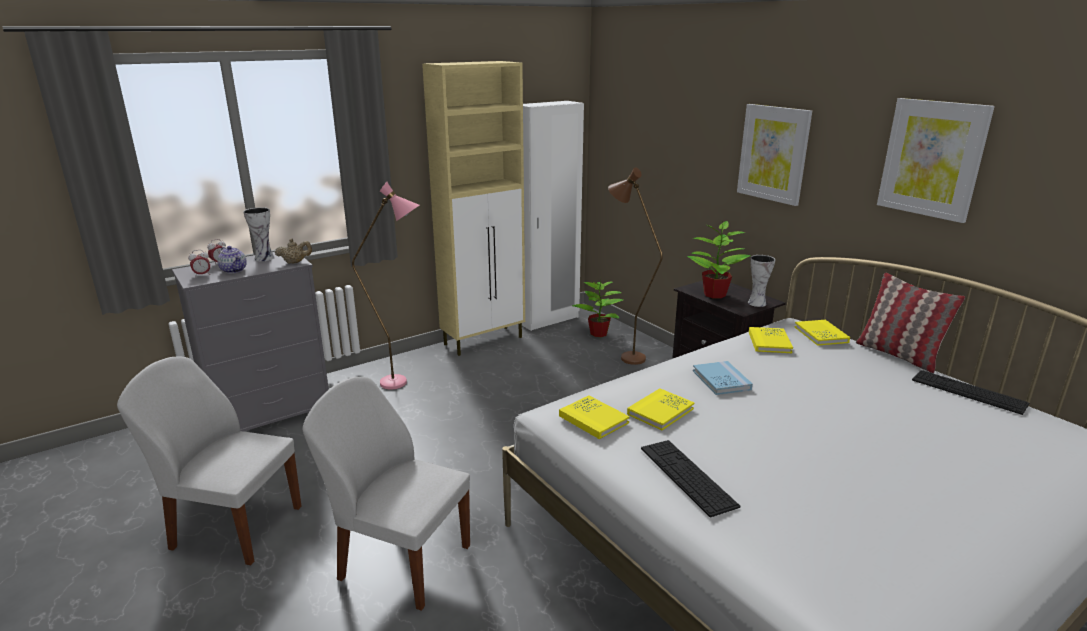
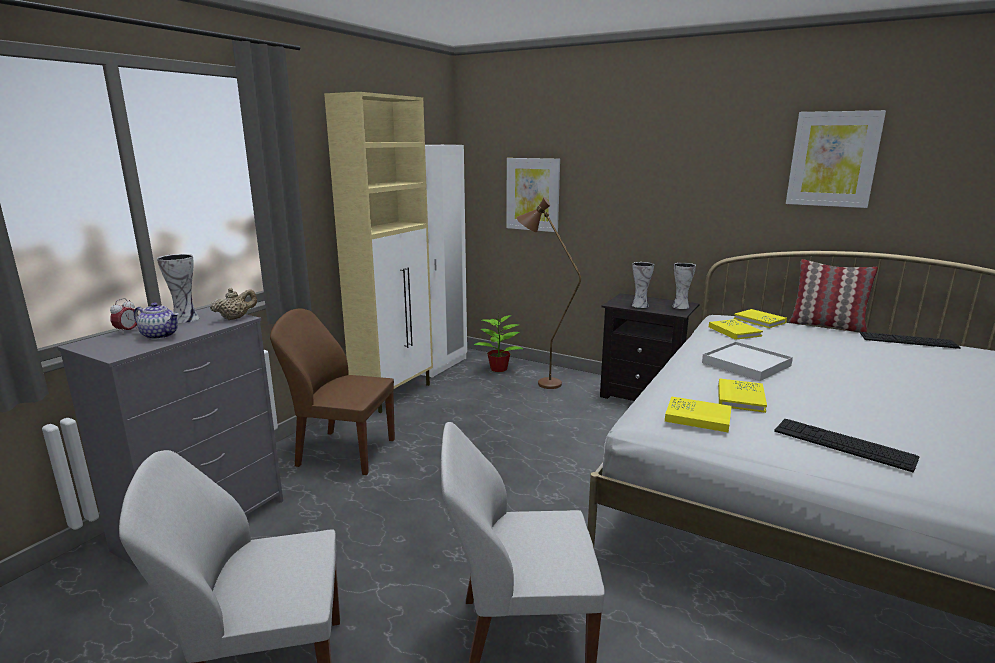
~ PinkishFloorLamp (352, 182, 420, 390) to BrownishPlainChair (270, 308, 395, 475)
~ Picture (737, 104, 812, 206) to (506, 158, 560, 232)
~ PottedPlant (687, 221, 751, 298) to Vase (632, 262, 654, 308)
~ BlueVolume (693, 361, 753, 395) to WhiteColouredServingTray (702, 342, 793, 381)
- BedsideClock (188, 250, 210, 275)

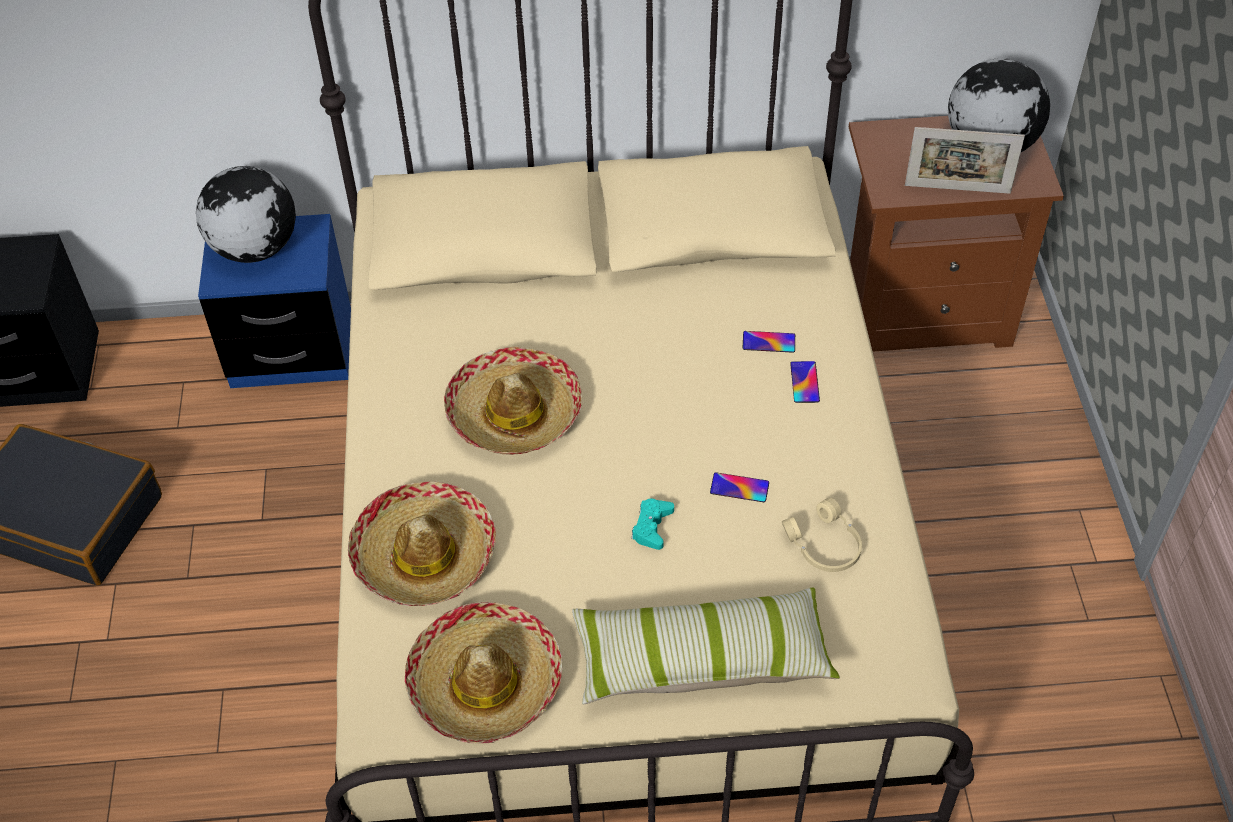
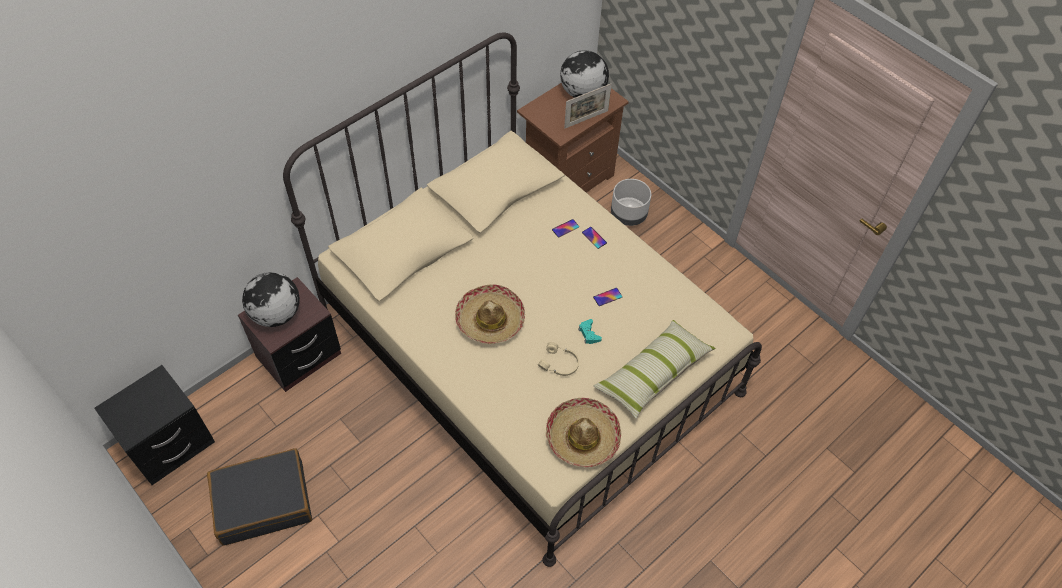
~ BlueNightstand (198, 214, 351, 388) to BrownishNightstand (238, 277, 341, 392)
~ SandColouredPairOfHeadphones (782, 498, 862, 572) to (538, 342, 579, 376)
+ GreyFlowerPot (611, 179, 651, 226)
- ClothingHat (348, 482, 496, 606)

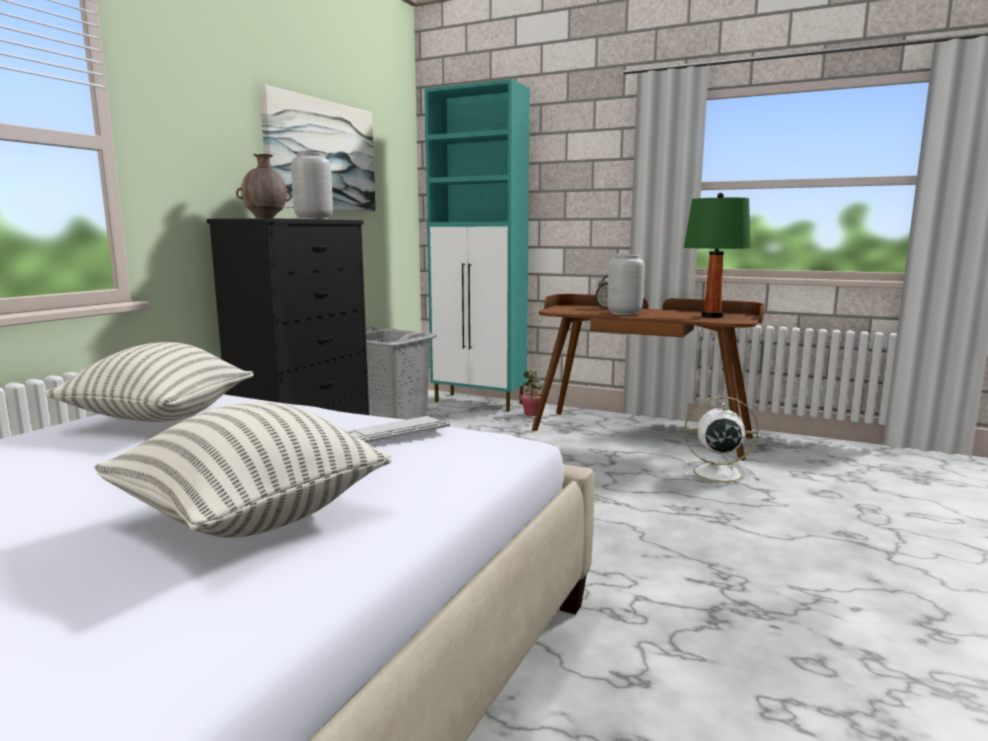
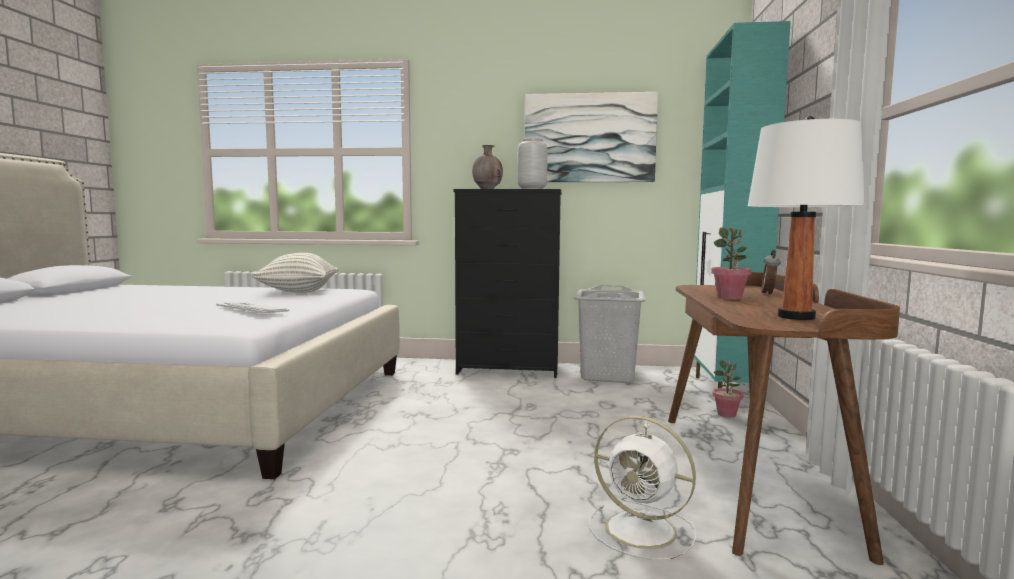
~ WhiteColouredCoolingFan (681, 396, 759, 486) = (589, 416, 696, 560) 135 degrees clockwise
~ GreyVase (607, 254, 644, 315) to PottedPlant (711, 227, 751, 300)
~ GreenColouredTableLamp (684, 193, 751, 318) to WhiteColouredTableLamp (748, 116, 865, 320)
- Cushion (94, 403, 392, 538)

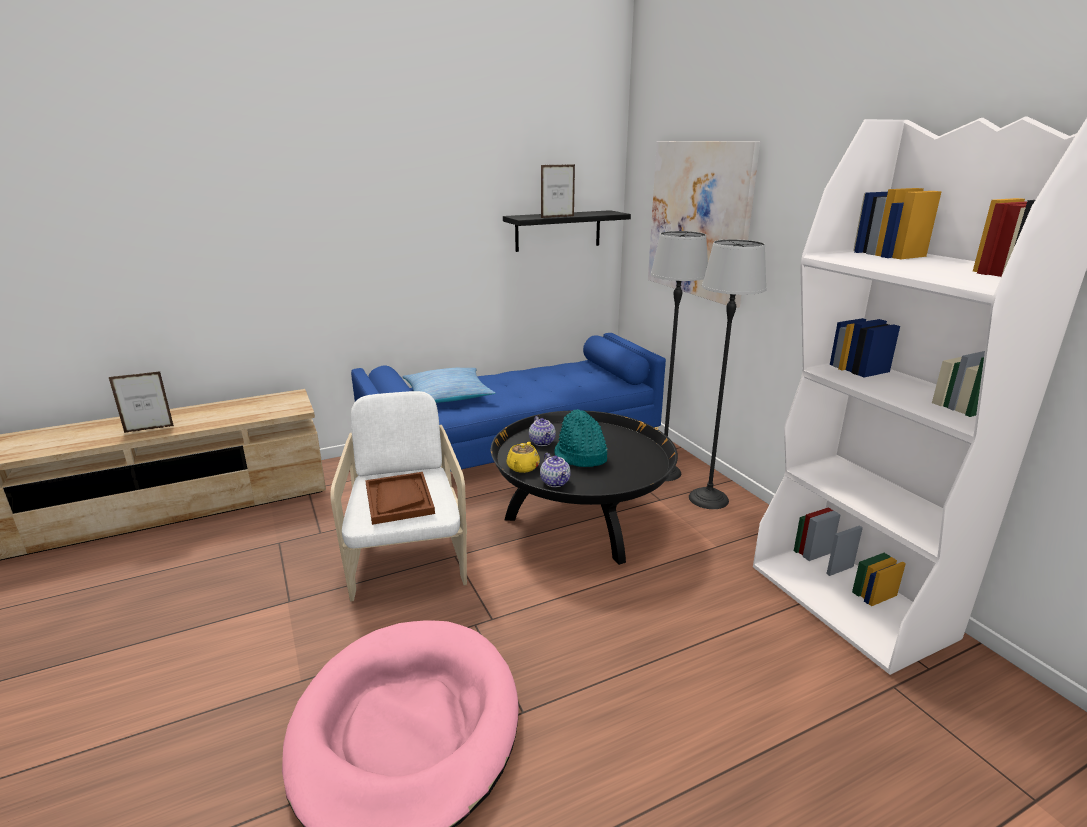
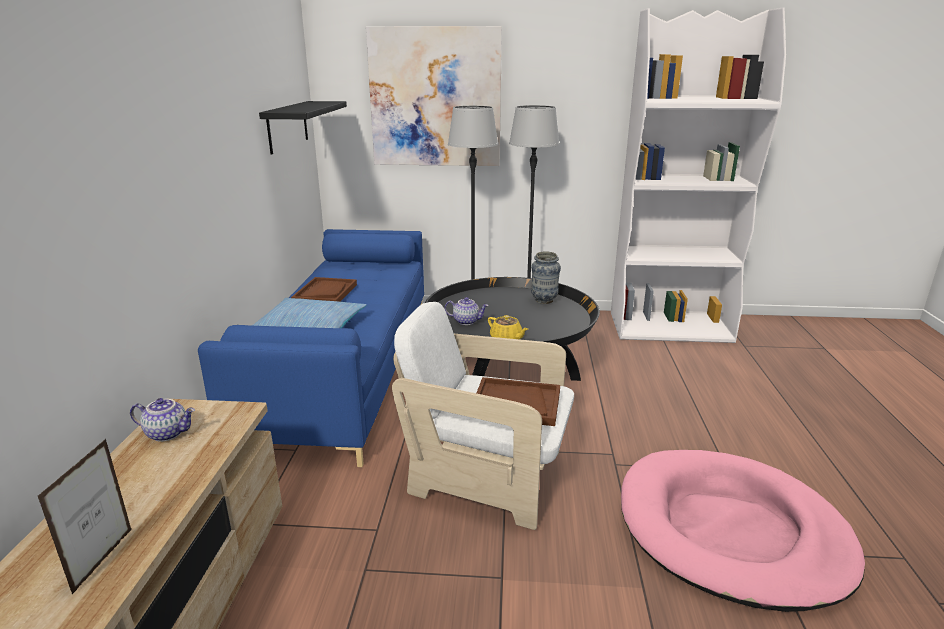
~ Teapot (540, 453, 571, 487) to (130, 398, 195, 442)
+ BrownishServingTray (291, 277, 357, 302)
+ Vase (531, 251, 561, 304)
- StandingFrame (541, 164, 575, 218)
- BlueGreenClothingHat (554, 409, 608, 467)

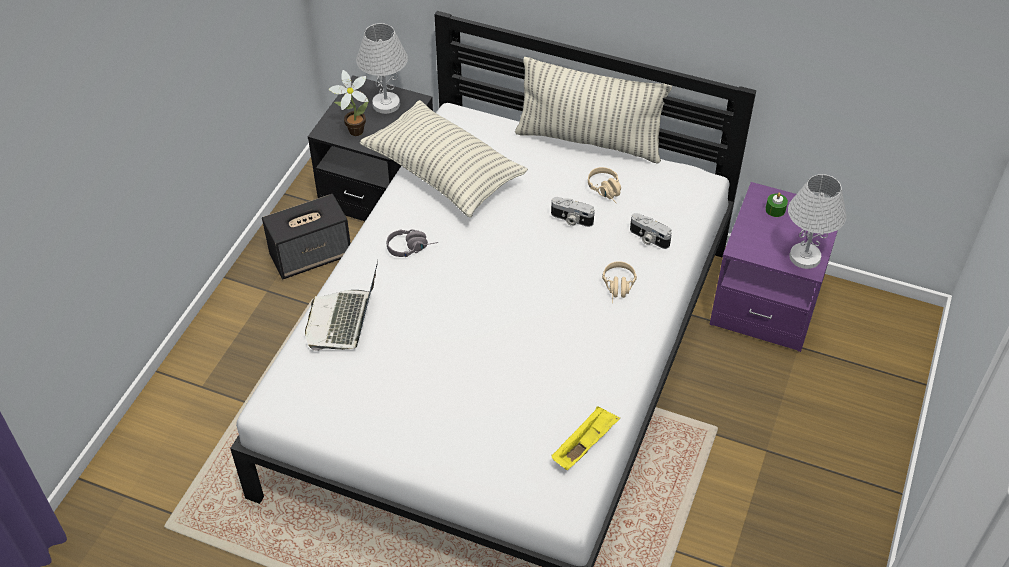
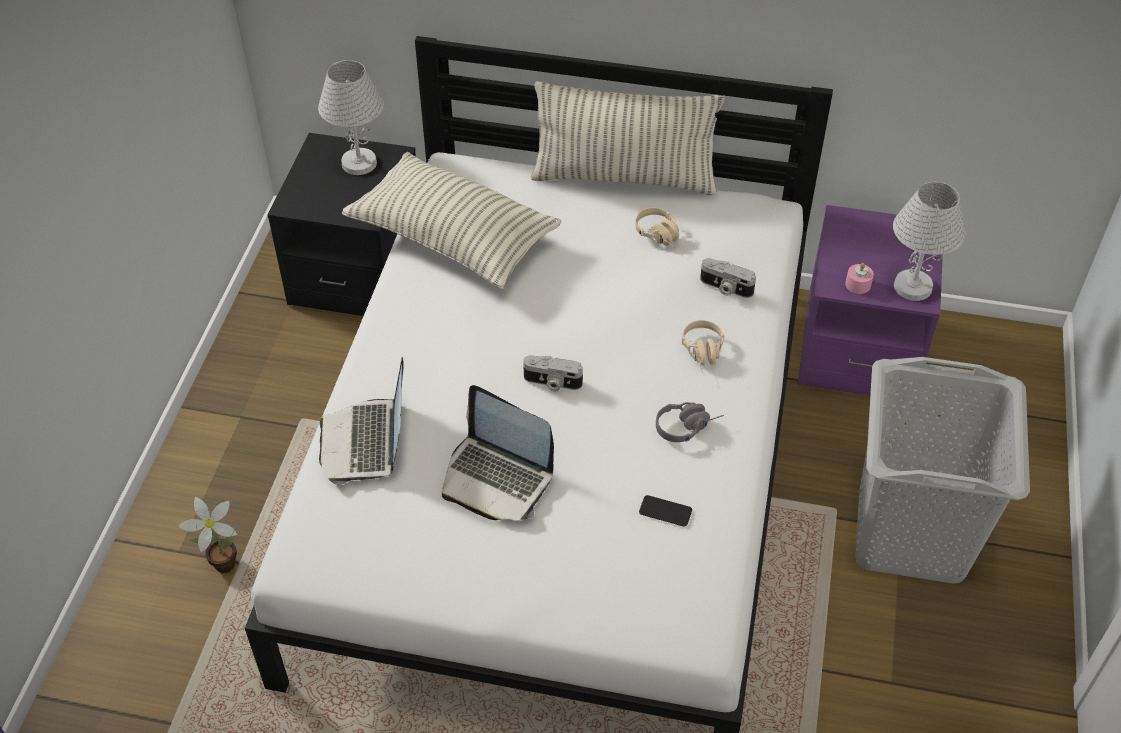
~ PottedPlant (329, 70, 369, 136) to (178, 497, 238, 573)
+ Laptop (442, 385, 554, 520)
~ PhotoCamera (551, 197, 595, 227) to (523, 355, 583, 391)
+ Phone (639, 495, 692, 527)
~ GreyPairOfHeadphones (387, 229, 438, 257) to (656, 402, 724, 442)
+ PinkishWaxCandle (845, 263, 874, 294)
+ GreyHamper (855, 357, 1030, 583)
- Loudspeaker (262, 194, 351, 279)
- YellowServingTray (552, 406, 620, 470)
- GreenColouredWaxCandle (765, 193, 788, 217)

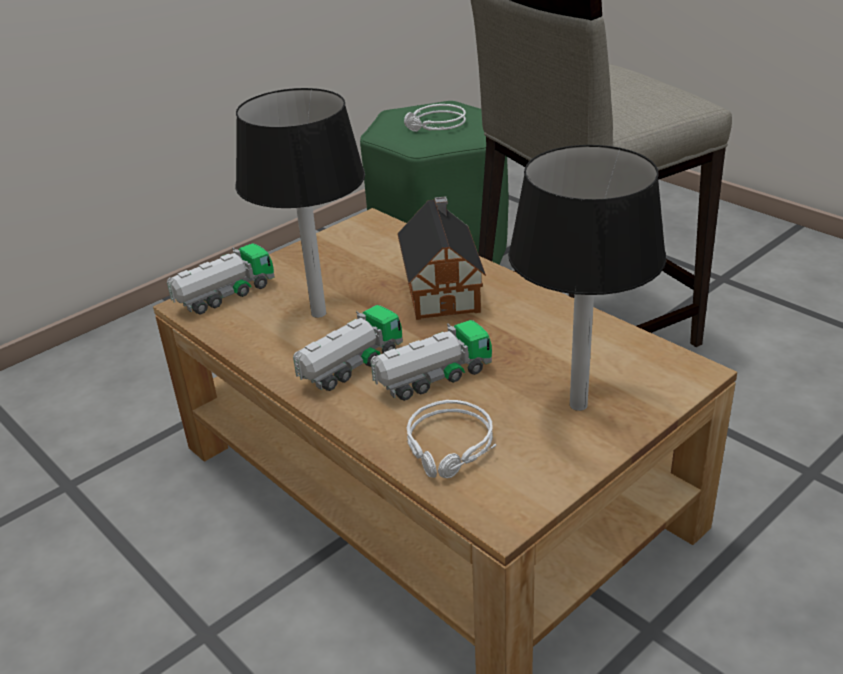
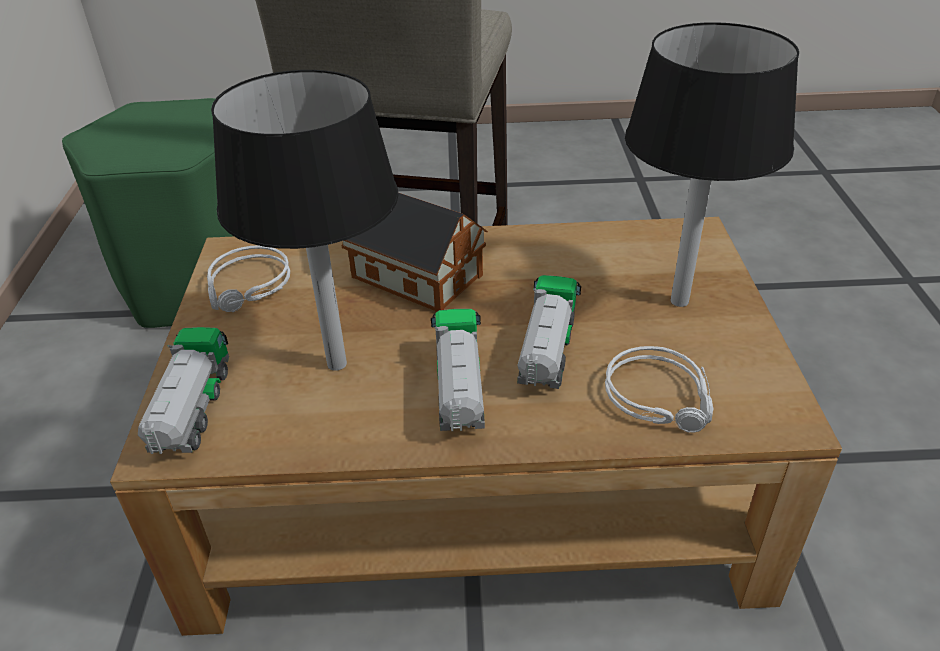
~ GreyPairOfHeadphones (404, 104, 466, 132) to (207, 245, 290, 312)

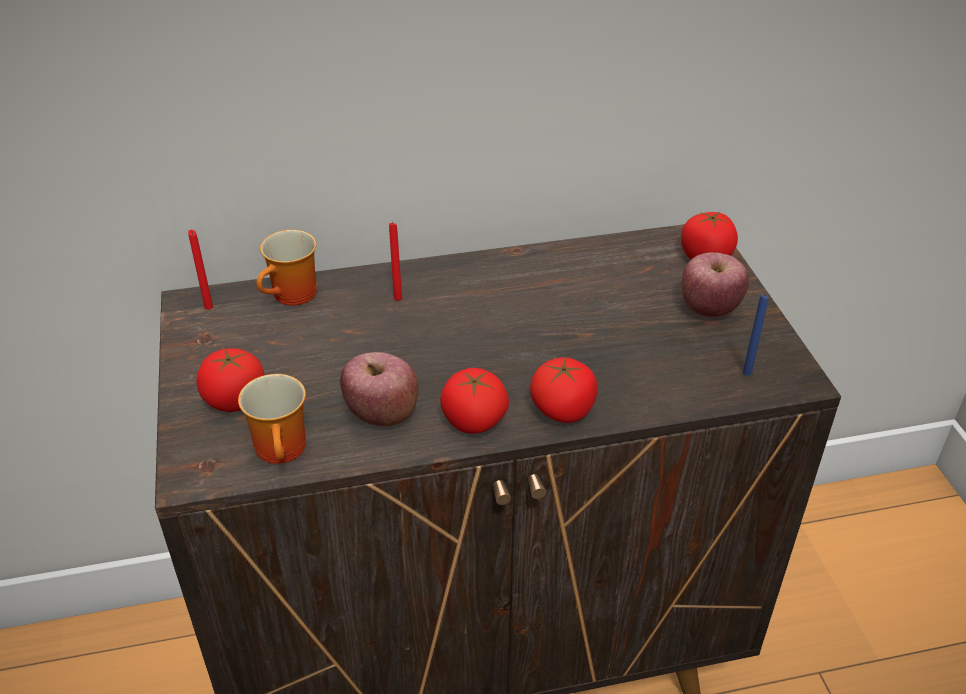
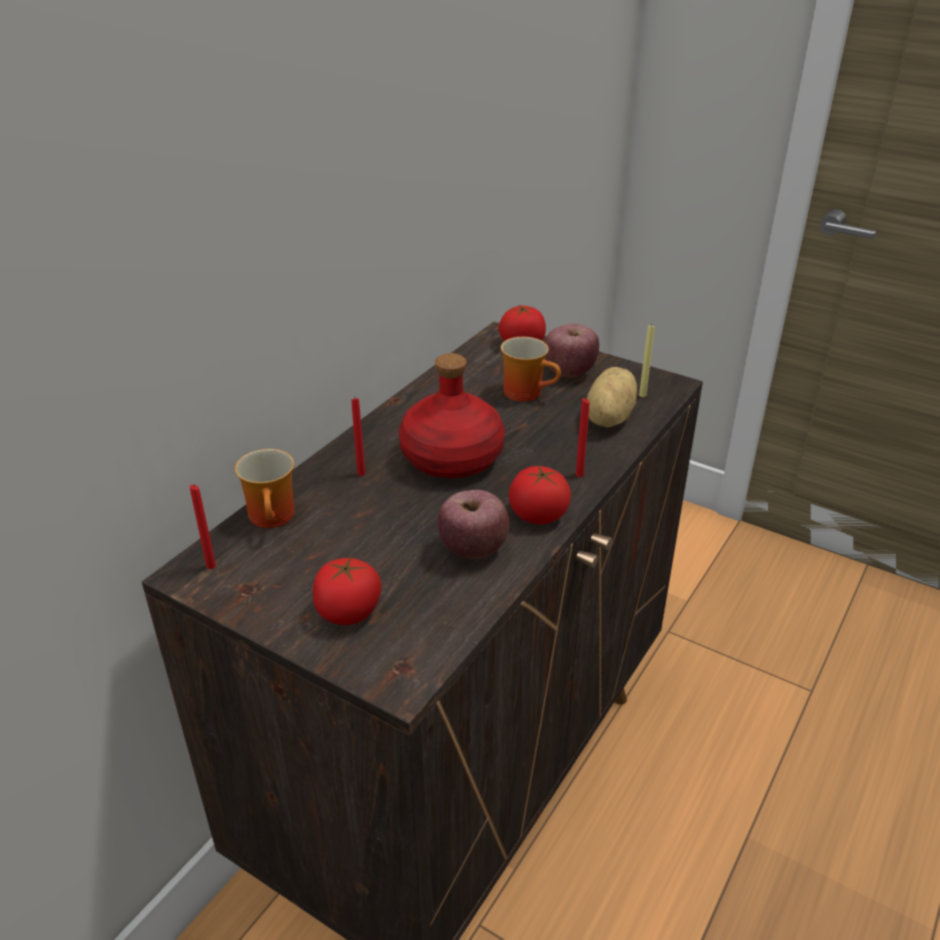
+ RedBeverageBottle (399, 353, 505, 478)
~ Mug (238, 374, 306, 464) to (501, 337, 561, 402)
~ WholeTomato (530, 357, 598, 423) to RedWaxCandle (576, 398, 589, 477)
+ Spud (587, 367, 637, 428)
~ BlueWaxCandle (743, 294, 769, 376) to YellowWaxCandle (639, 324, 654, 397)

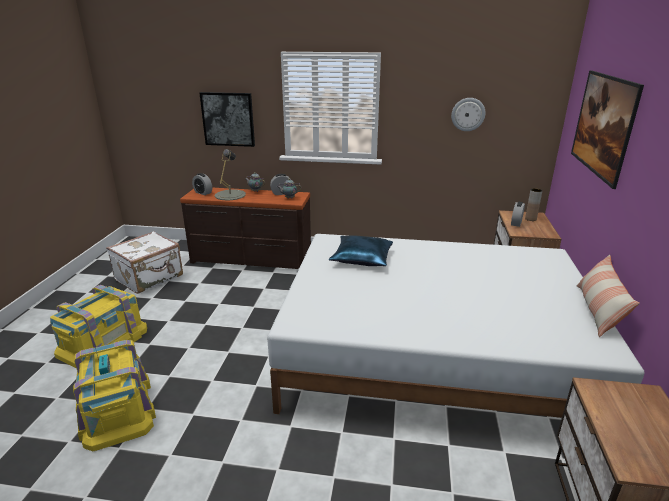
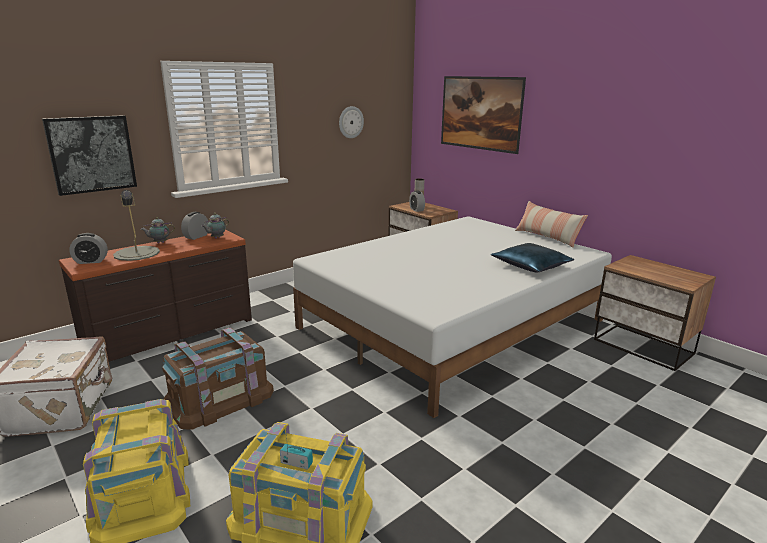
+ BrownishStorageContainer (162, 328, 274, 430)
~ BlueCushion (329, 235, 393, 266) to (491, 243, 574, 273)

